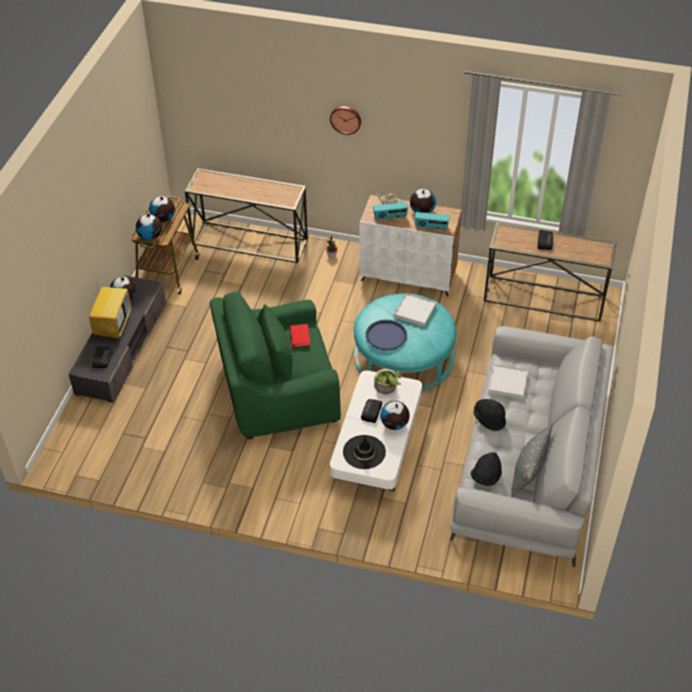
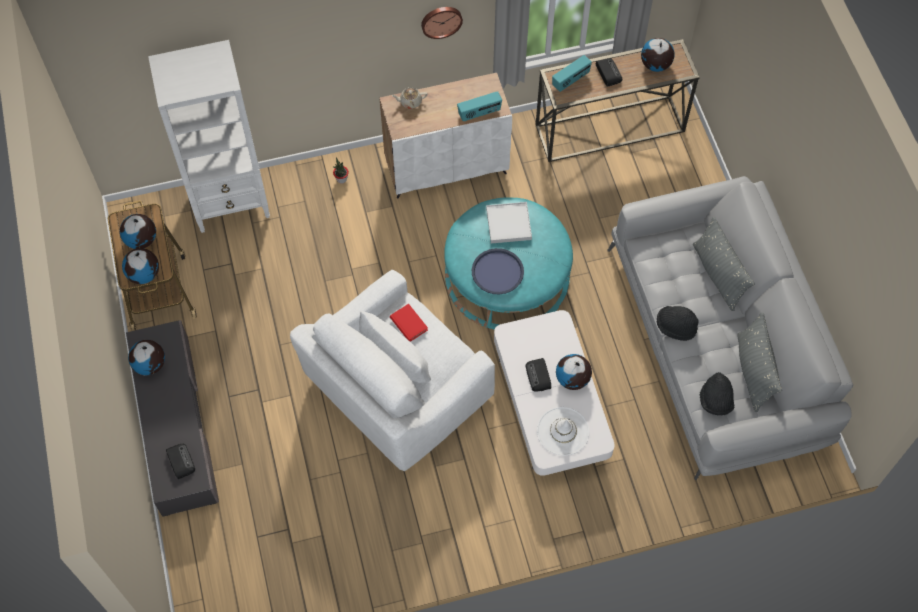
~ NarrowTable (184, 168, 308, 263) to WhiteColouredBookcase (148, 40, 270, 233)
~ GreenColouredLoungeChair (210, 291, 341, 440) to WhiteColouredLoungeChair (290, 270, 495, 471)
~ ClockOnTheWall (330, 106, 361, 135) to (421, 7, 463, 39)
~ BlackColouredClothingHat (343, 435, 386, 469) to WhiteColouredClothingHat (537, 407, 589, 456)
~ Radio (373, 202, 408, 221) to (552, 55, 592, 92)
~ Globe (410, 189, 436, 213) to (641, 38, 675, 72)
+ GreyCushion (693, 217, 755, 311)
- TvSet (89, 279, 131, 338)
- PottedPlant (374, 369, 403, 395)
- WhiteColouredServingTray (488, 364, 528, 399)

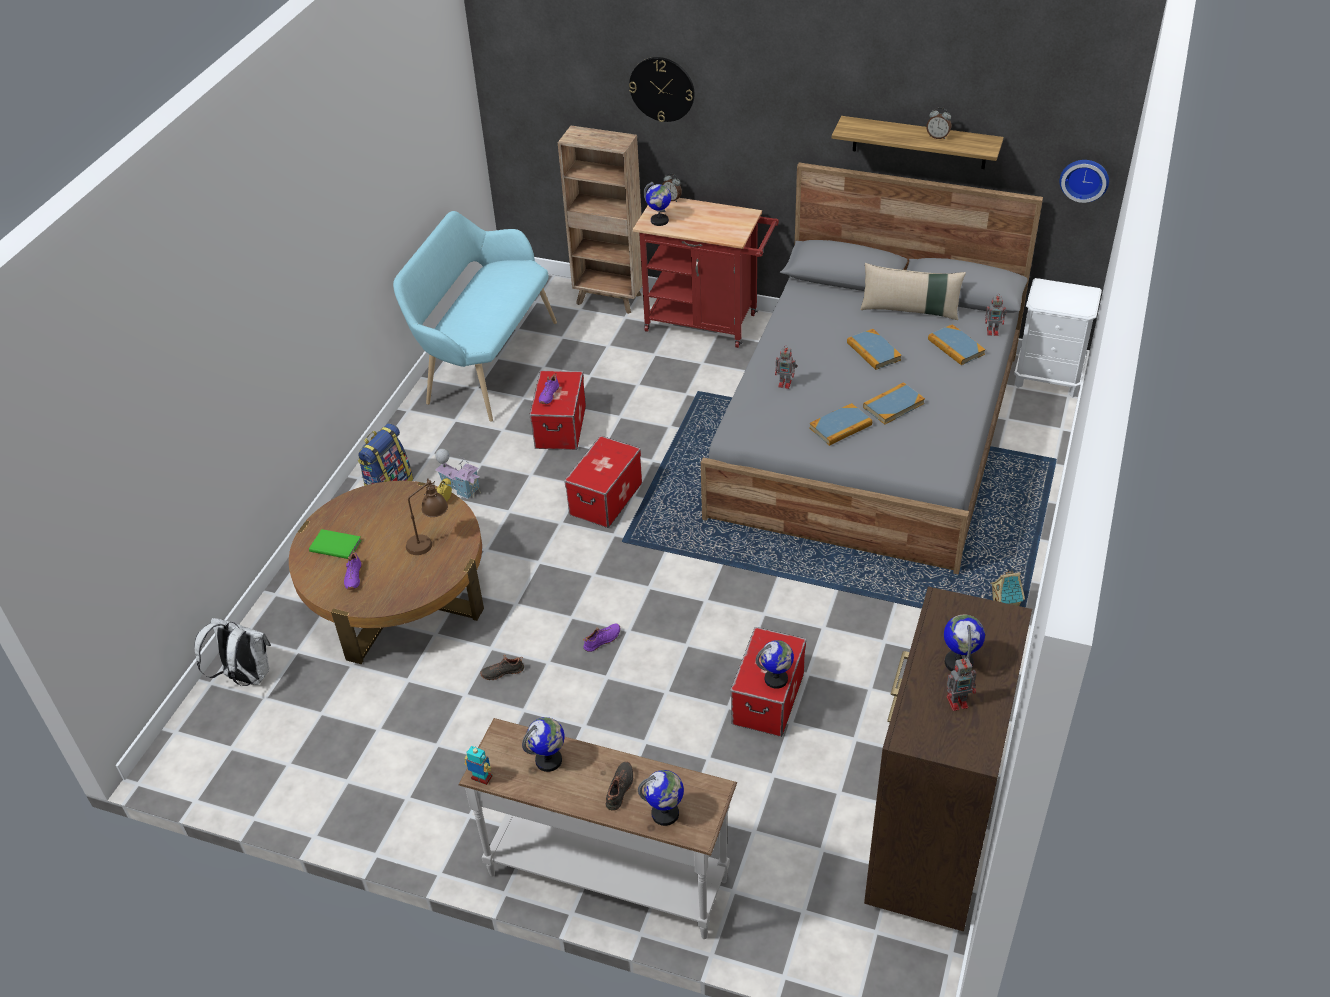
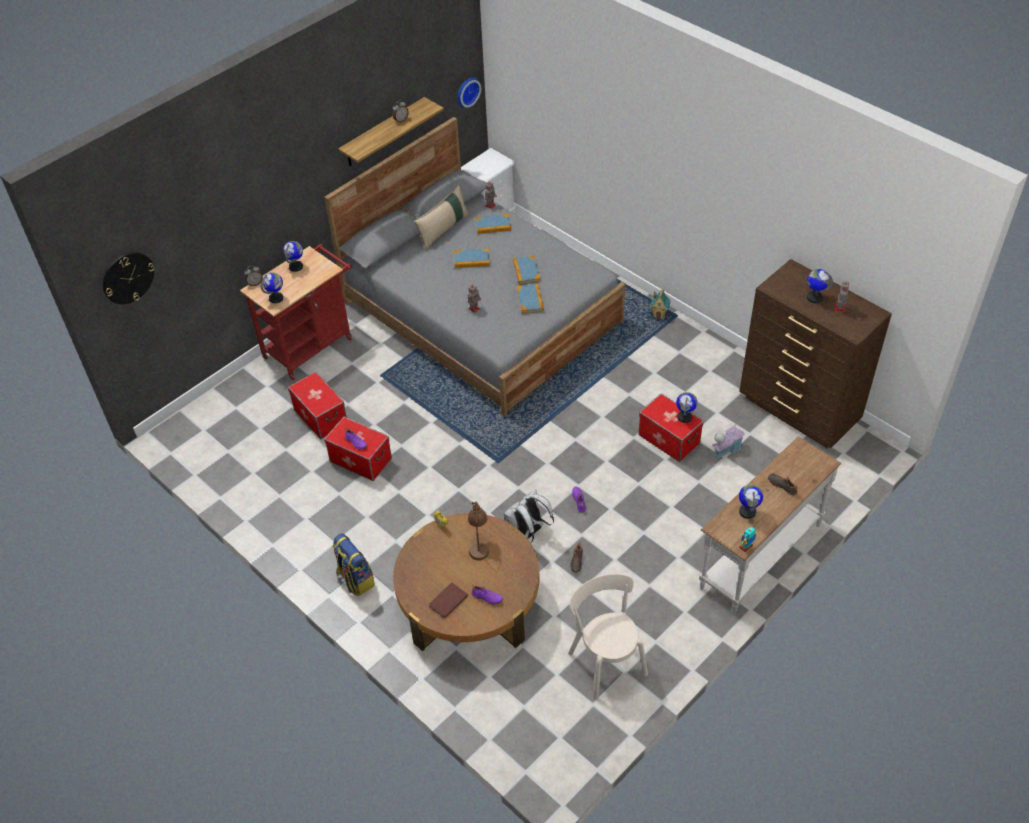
~ ClockOnTheWall (629, 57, 695, 122) to (103, 252, 155, 304)
~ Globe (638, 770, 684, 826) to (283, 241, 303, 272)
~ StorageContainer (564, 436, 642, 528) to (288, 372, 346, 439)
~ GreenColouredVolume (309, 529, 361, 559) to BrownishVolume (428, 582, 468, 618)
~ WhiteColouredRucksack (194, 618, 271, 686) to (504, 489, 554, 541)
+ SandColouredPlainChair (568, 574, 648, 699)
~ ToyHouse (435, 449, 481, 499) to (713, 424, 745, 459)
- BlueGreenBench (393, 211, 557, 422)
- BrownishBookcase (557, 126, 642, 314)

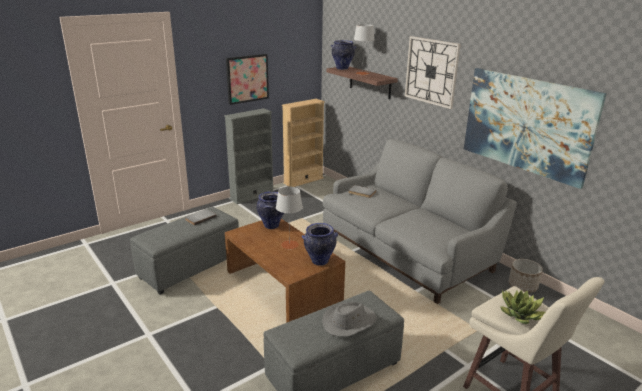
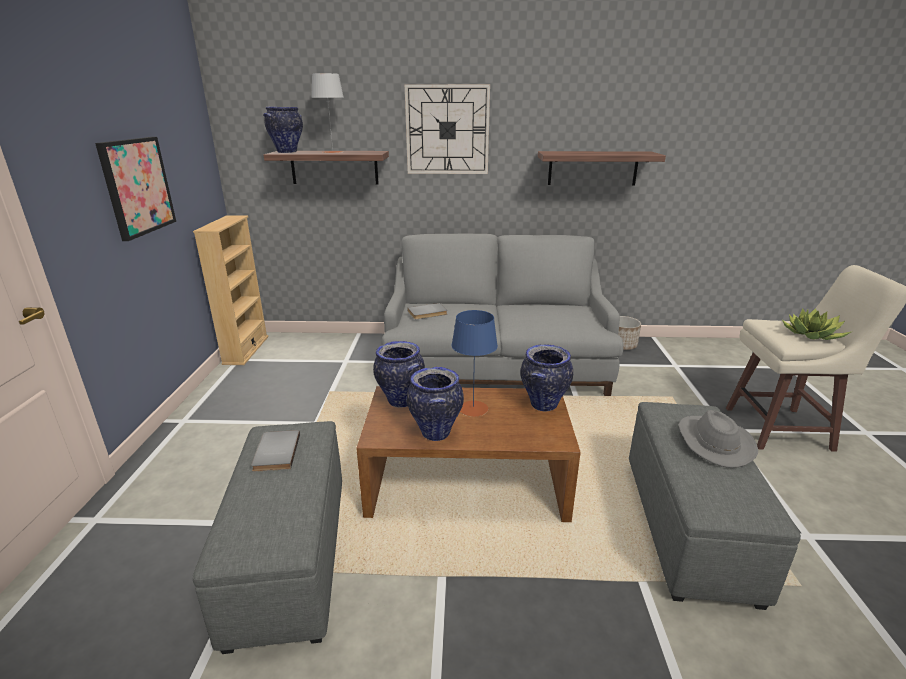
+ Vase (407, 367, 464, 441)
~ GreyTableLamp (276, 187, 303, 249) to BlueTableLamp (451, 310, 498, 417)
~ Picture (464, 68, 607, 189) to Shelf (538, 151, 666, 185)
- GreyBookcase (224, 108, 273, 204)

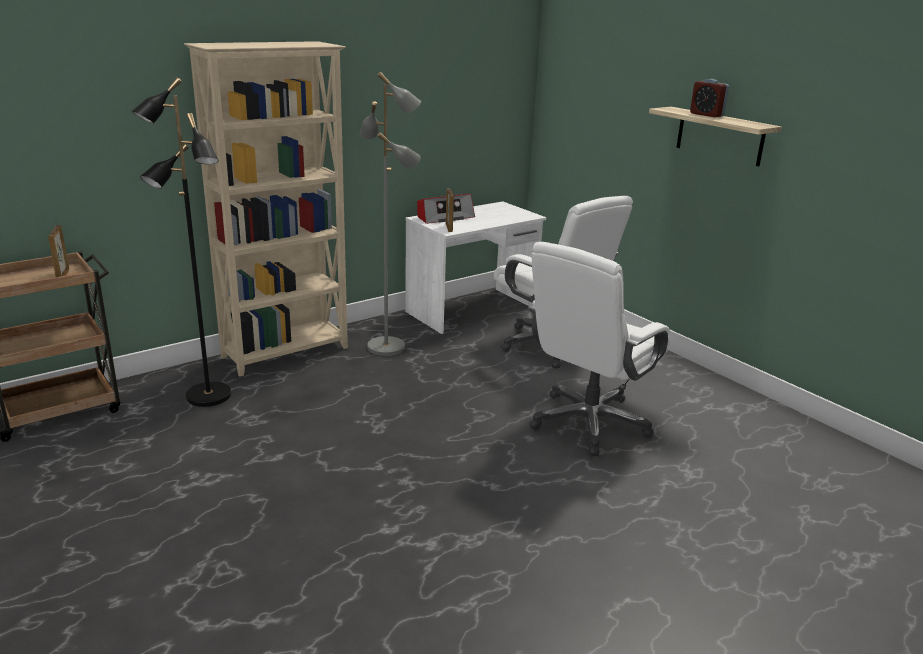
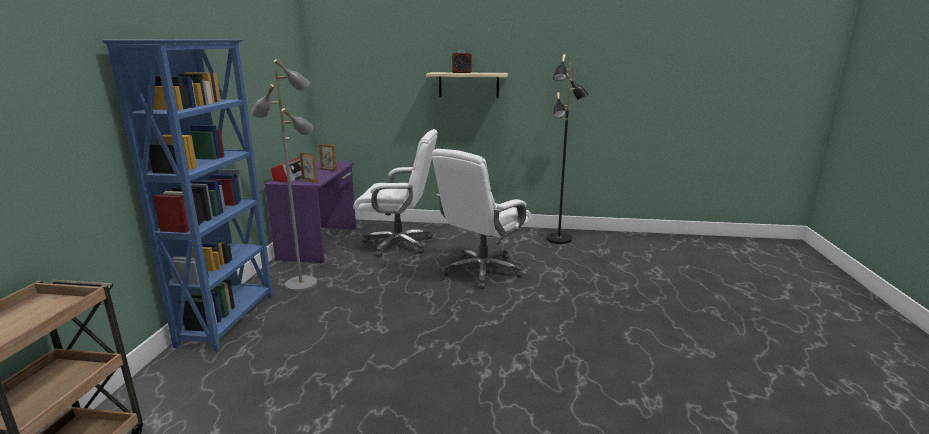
~ SandColouredBookcase (184, 41, 348, 376) to BlueBookcase (102, 40, 273, 352)
~ WhiteColouredDesk (405, 202, 546, 334) to PurplishDesk (265, 161, 356, 263)
~ StandingFrame (48, 225, 69, 277) to (319, 143, 337, 171)
~ WhiteColouredComputerChair (528, 242, 670, 456) = (432, 149, 531, 289) 45 degrees clockwise
~ BlackColouredFloorLamp (131, 78, 231, 407) to (546, 54, 589, 244)

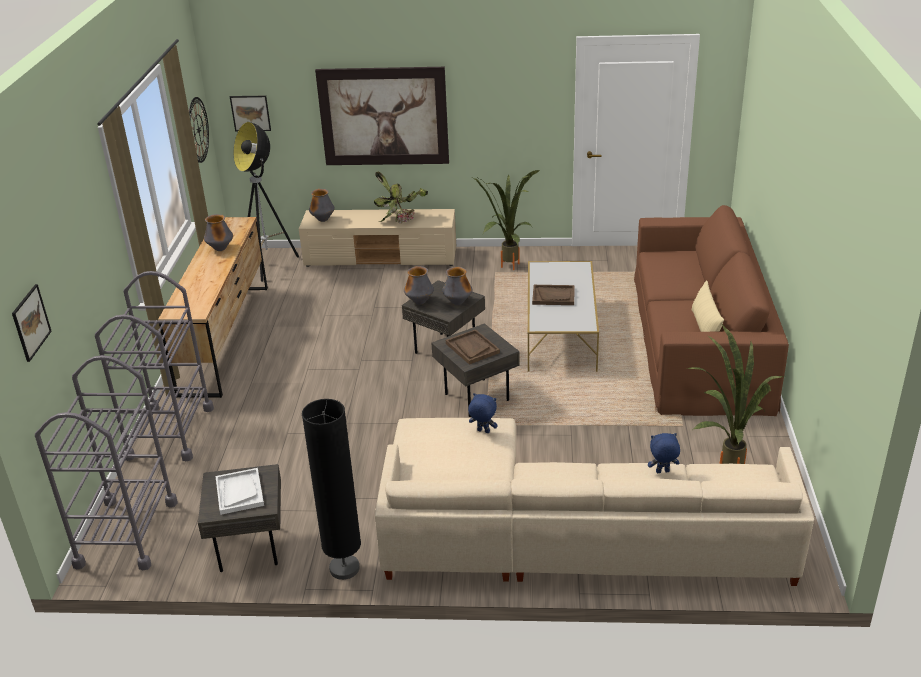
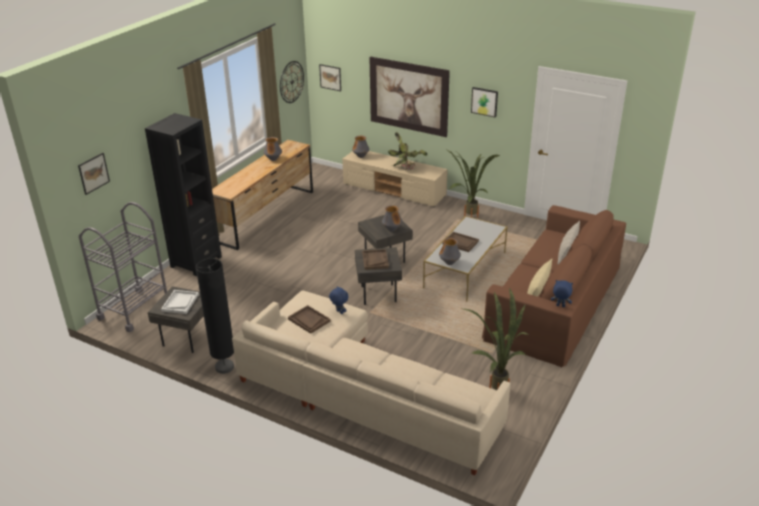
~ GreyTrolley (95, 271, 214, 461) to BlackColouredBookcase (145, 113, 222, 276)
+ BrownishServingTray (288, 305, 331, 334)
~ Vase (404, 266, 434, 305) to (439, 238, 461, 265)
+ Picture (471, 87, 498, 117)
~ BluePlushToy (648, 433, 680, 473) to (551, 280, 573, 307)
+ SandColouredCushion (558, 221, 580, 264)
- FloorLamp (234, 122, 299, 282)

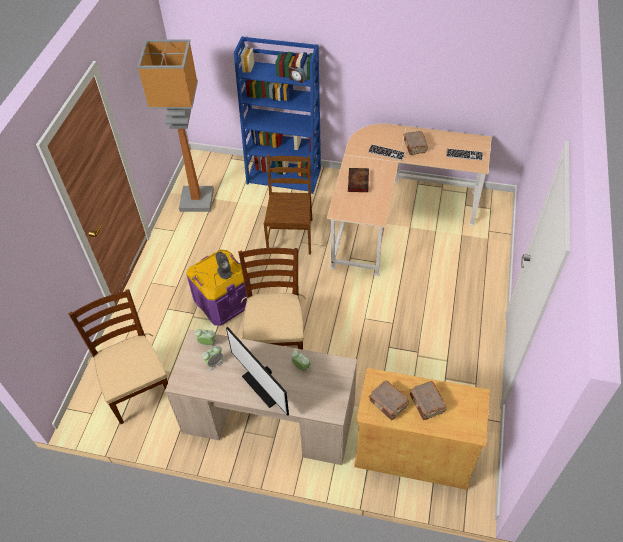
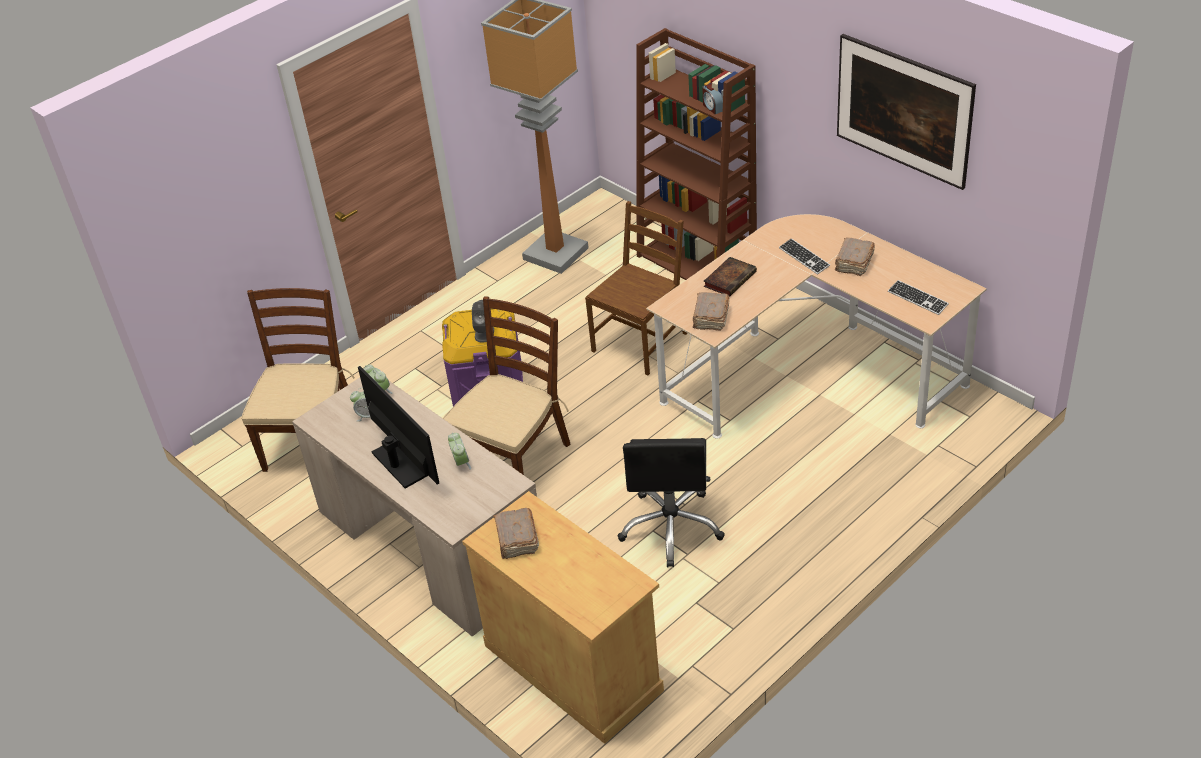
~ ComputerScreen (226, 327, 289, 416) = (358, 366, 439, 489) 150 degrees clockwise
+ BlackColouredComputerChair (617, 438, 725, 567)
~ BlueBookcase (234, 36, 321, 194) to BrownishBookcase (636, 28, 757, 280)
~ BrownishVolume (409, 381, 447, 420) to (693, 292, 730, 331)
+ Picture (837, 34, 976, 190)

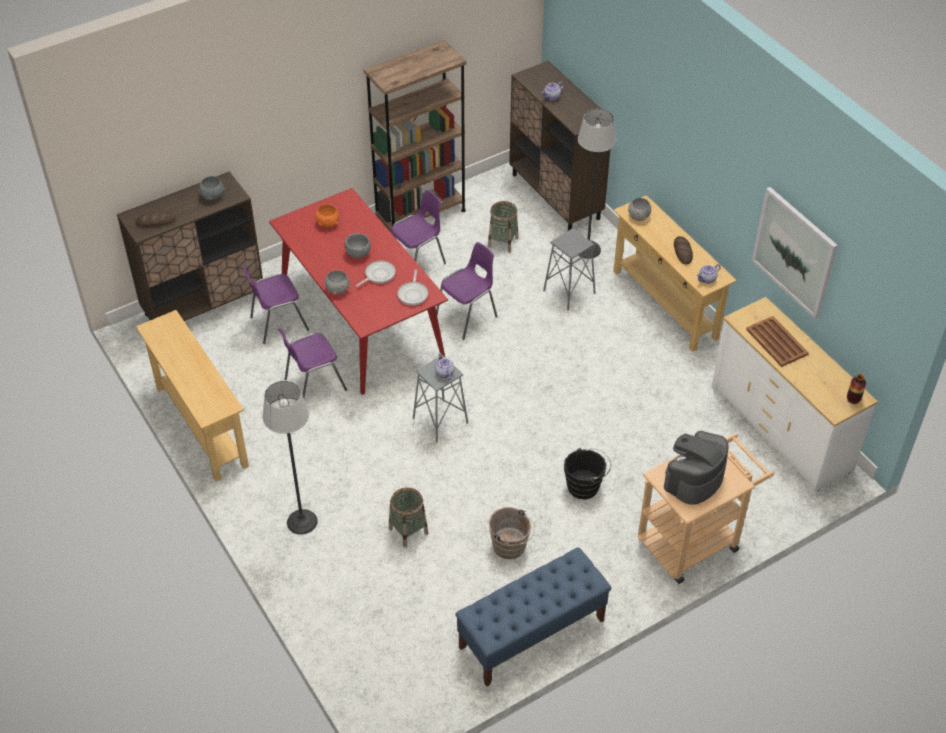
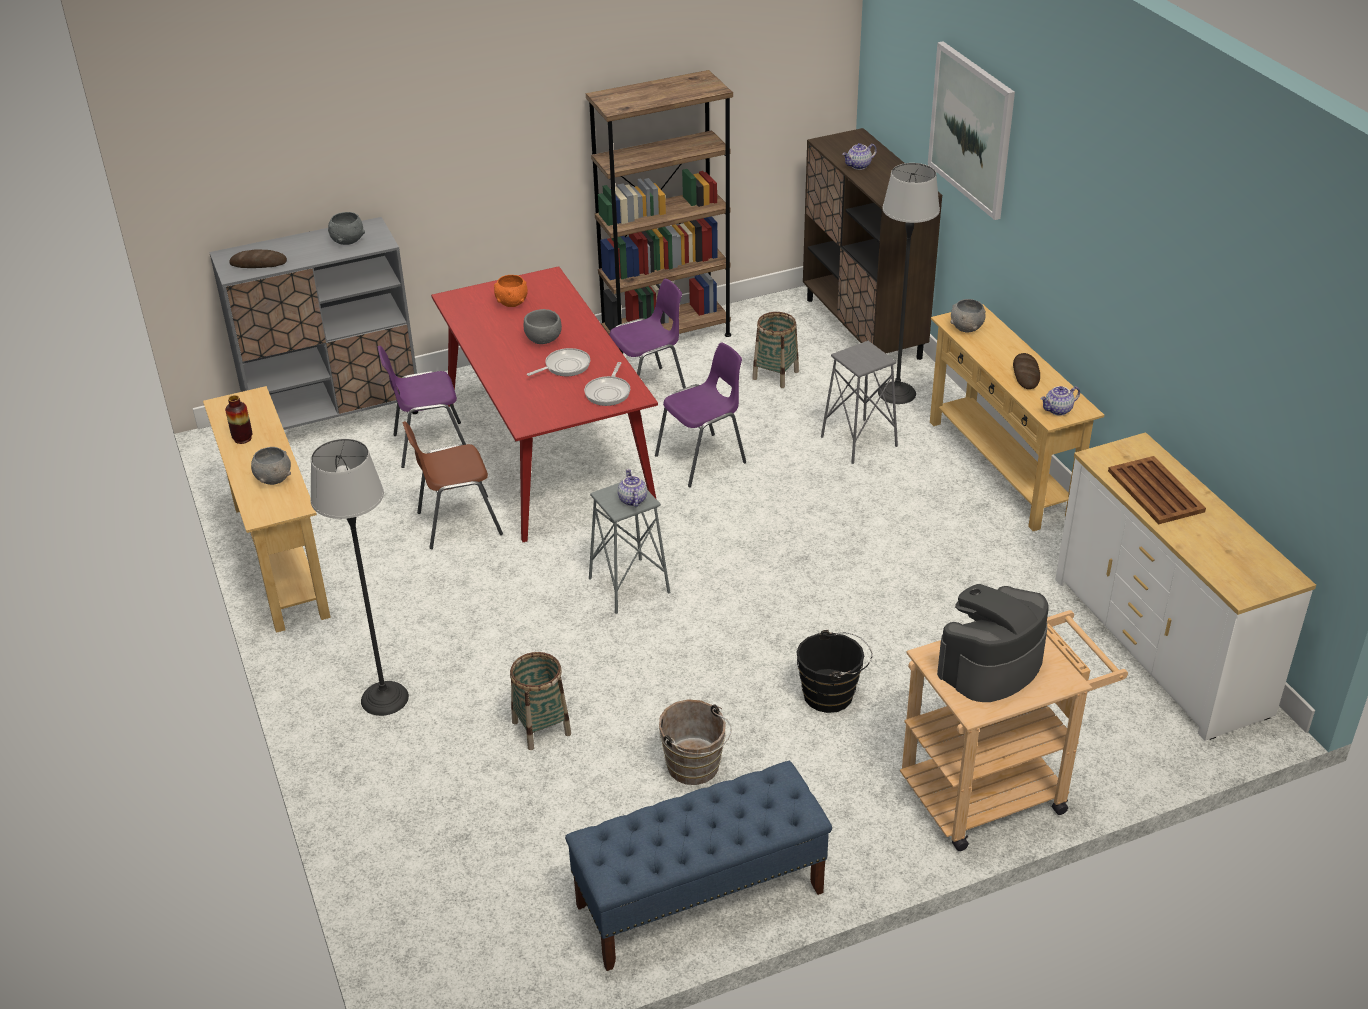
~ BrownishCabinet (117, 171, 263, 321) to GreyCabinet (209, 217, 418, 430)
~ Vase (847, 374, 866, 404) to (225, 395, 252, 444)
~ GreyBowl (324, 270, 350, 294) to (251, 447, 291, 485)
~ PurplishPlainChair (278, 328, 347, 398) to BrownishPlainChair (402, 421, 503, 549)
~ Picture (752, 187, 838, 319) to (928, 41, 1015, 220)

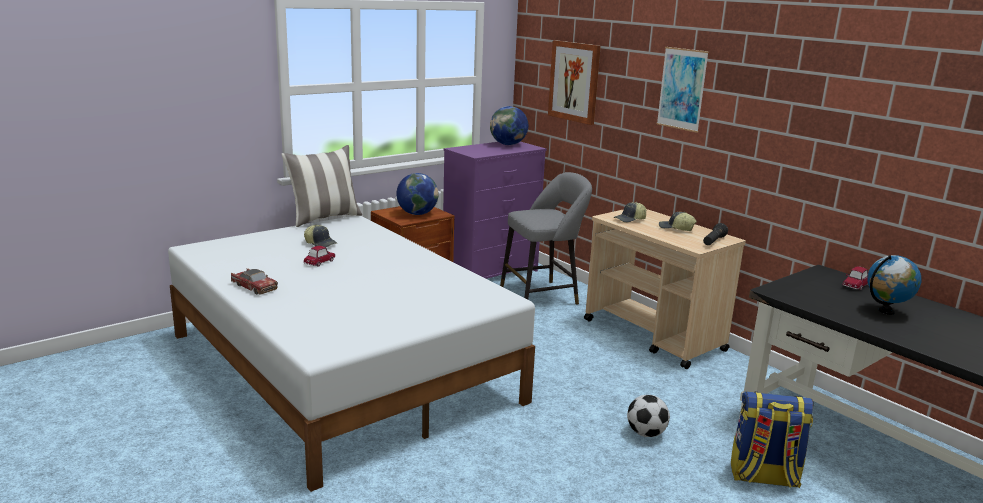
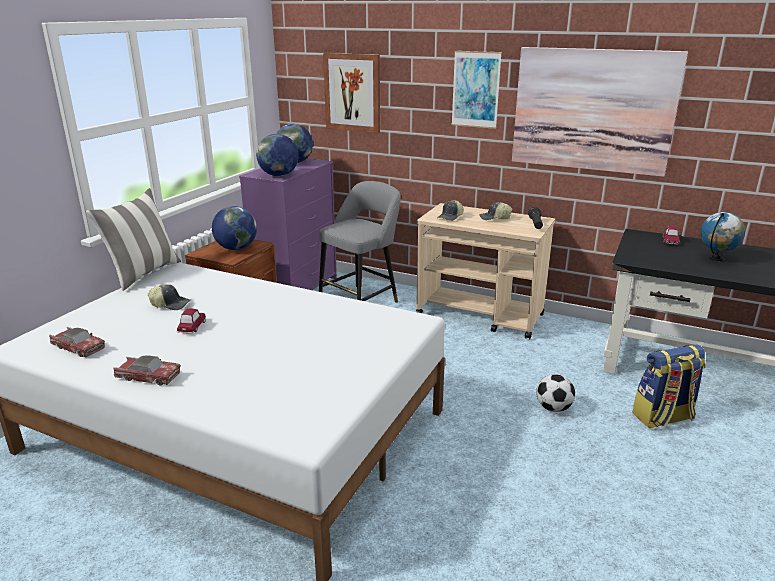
+ ToyCar (49, 327, 105, 357)
+ Globe (256, 134, 299, 176)
+ Picture (512, 47, 688, 177)

